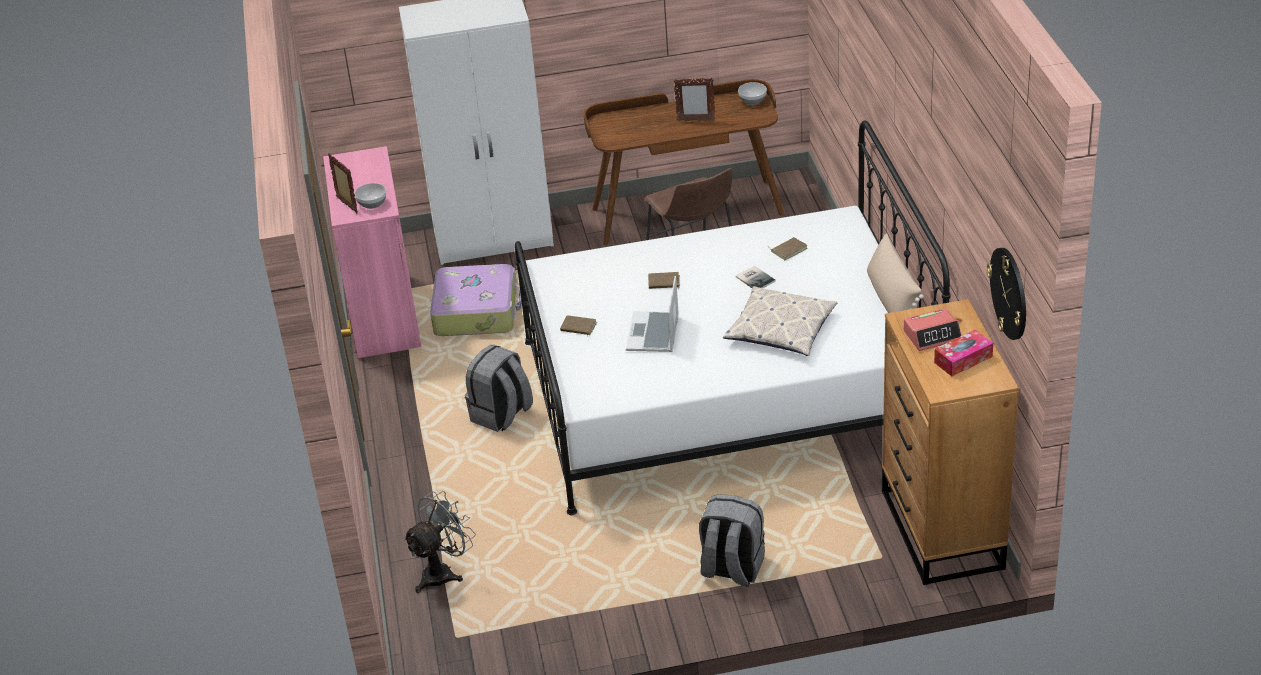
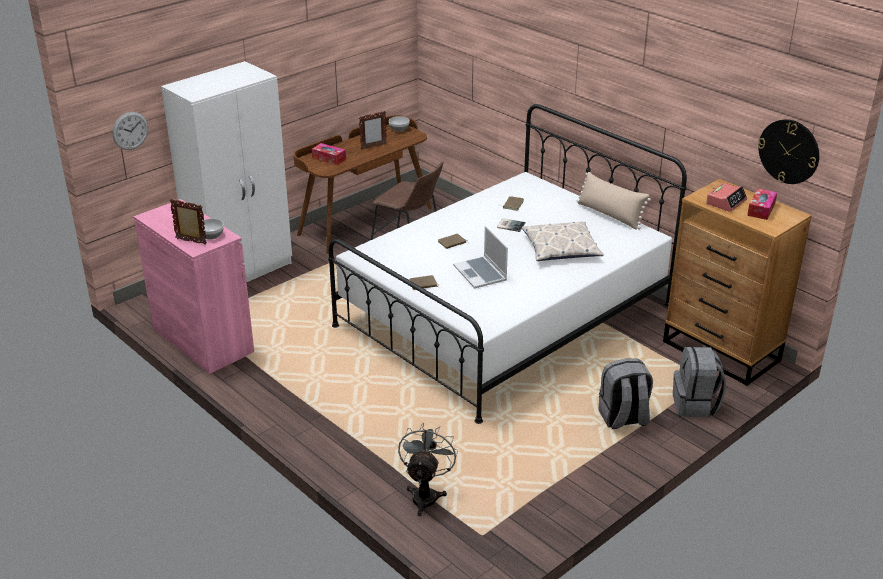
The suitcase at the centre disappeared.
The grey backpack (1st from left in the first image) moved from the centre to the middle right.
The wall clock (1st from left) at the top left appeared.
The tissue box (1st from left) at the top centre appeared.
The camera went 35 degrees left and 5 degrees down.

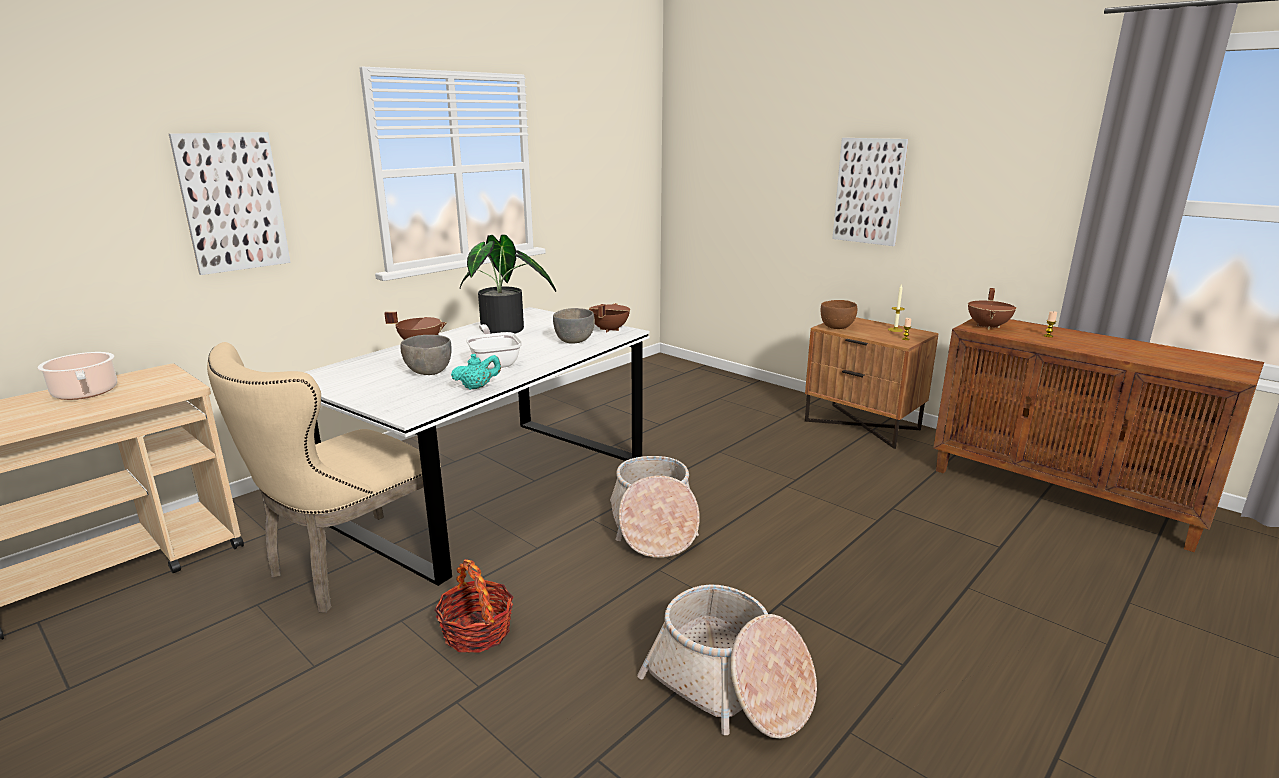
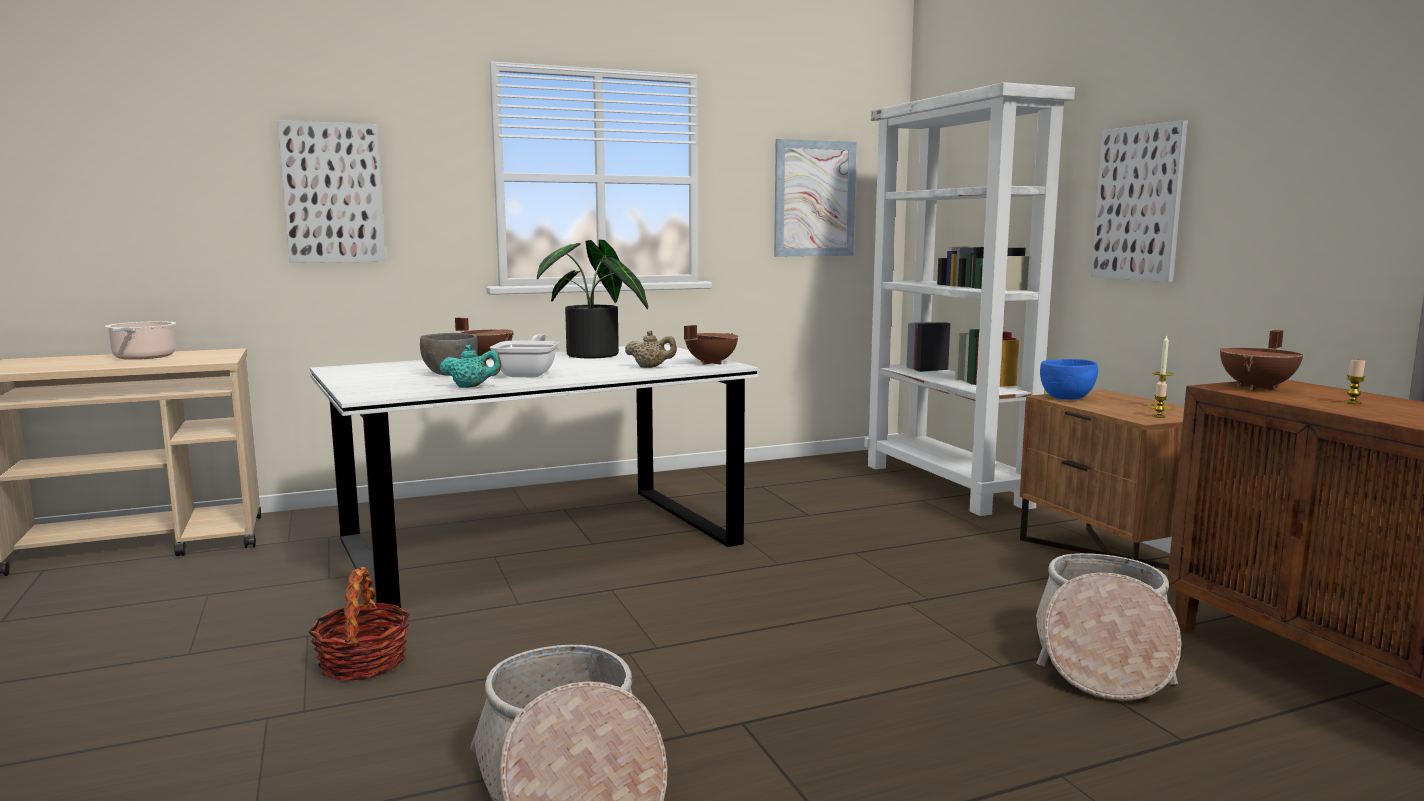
The brown bowl at the centre became the blue bowl at the middle right.
The grey bowl (2nd from left) at the centre was replaced by the beige teapot at the centre.
The beige chair at the middle left disappeared.
The basket (2nd from left in the first image) moved from the centre to the bottom right.
The white bookcase at the middle right appeared.
The picture (2nd from left) at the top centre appeared.
The camera went 25 degrees right and 10 degrees down.

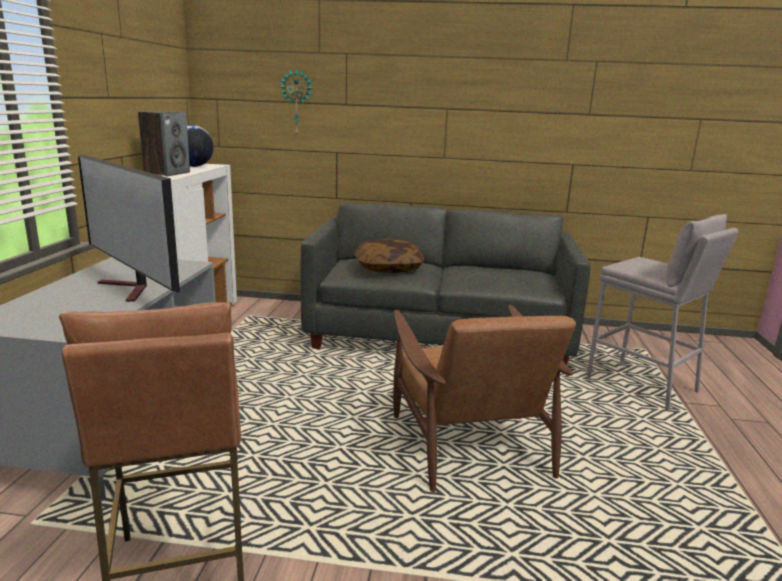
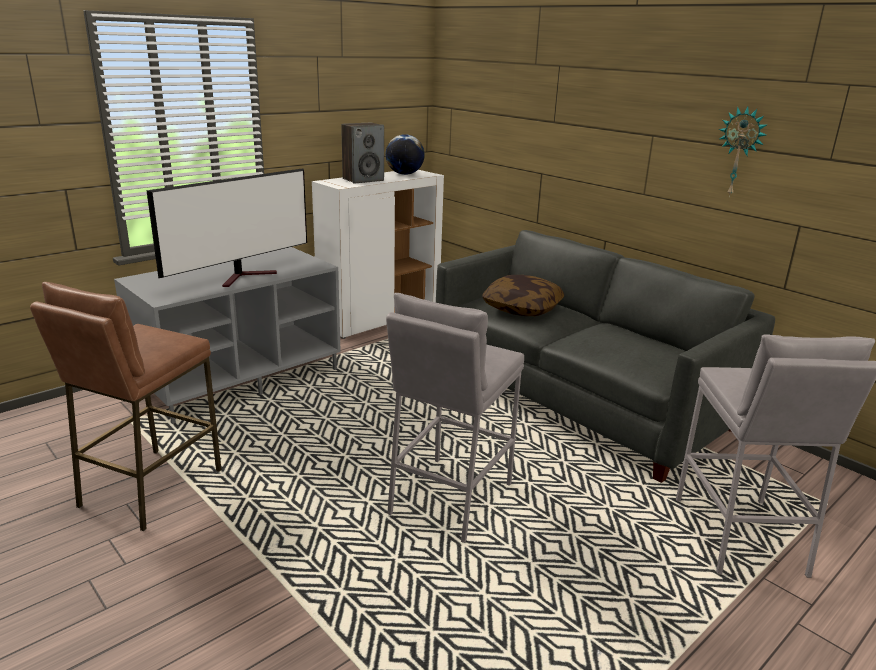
The wall clock moved from the top centre to the top right.
The television at the middle left turned 135 degrees counterclockwise.
The brown armchair at the bottom centre was replaced by the grey stool (1st from left) at the centre.
The camera went 40 degrees right and 5 degrees up.

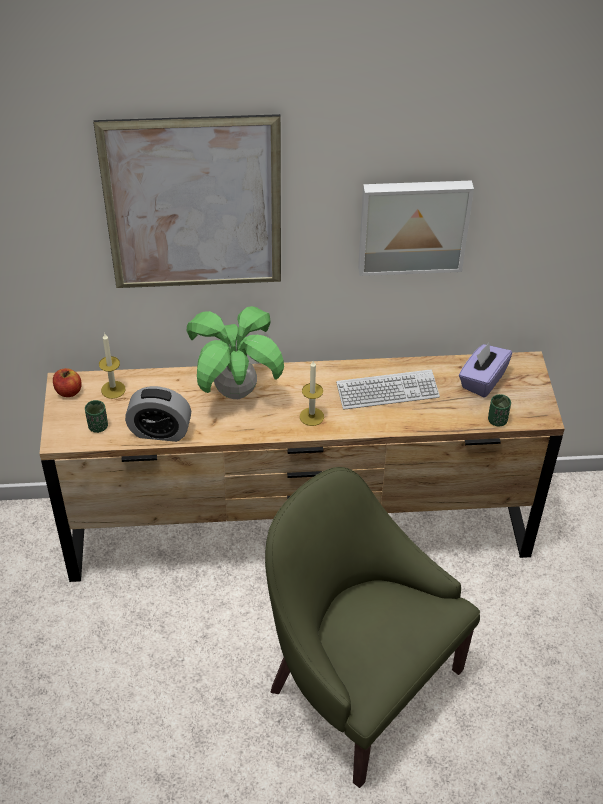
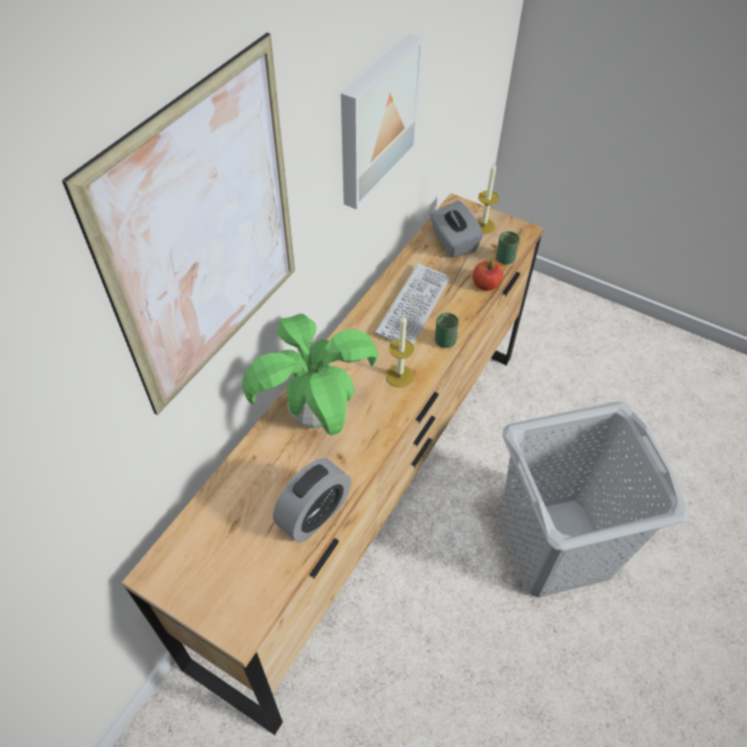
The candle (1st from left in the first image) moved from the middle left to the top centre.
The purple tissue box at the middle right became the grey tissue box at the top centre.
The apple moved from the middle left to the centre.
The green cup (1st from left) moved from the middle left to the centre.
The green armchair at the bottom centre was replaced by the grey laundry basket at the bottom right.
The camera went 55 degrees left and 5 degrees up.

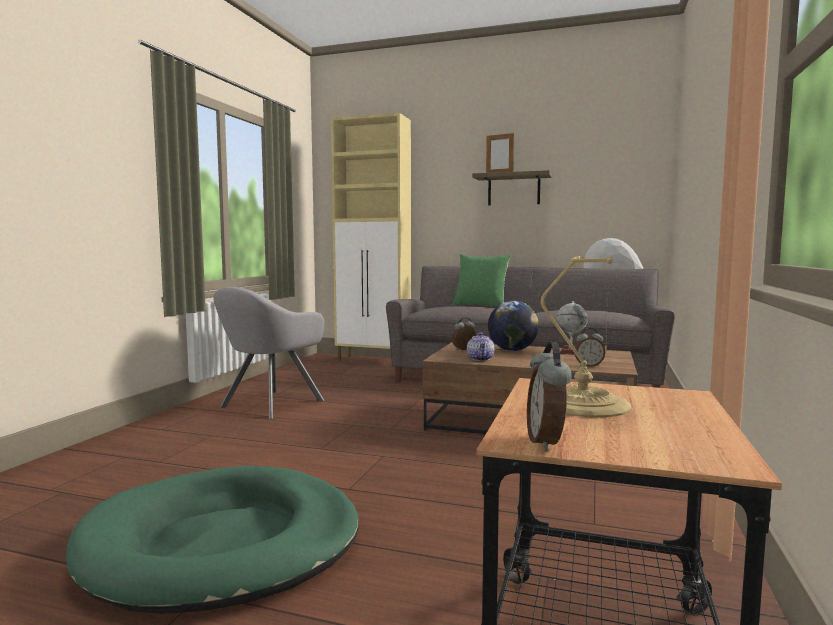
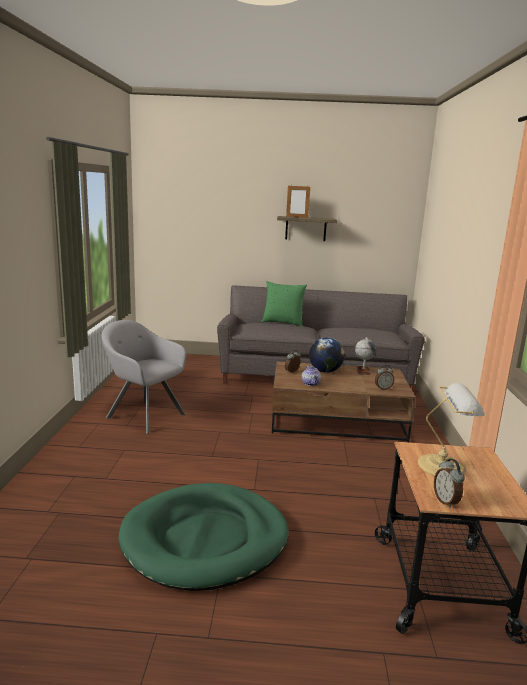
The beige cabinet at the centre disappeared.
The grey armchair at the middle left turned 105 degrees clockwise.
The camera went 15 degrees left and 10 degrees up.

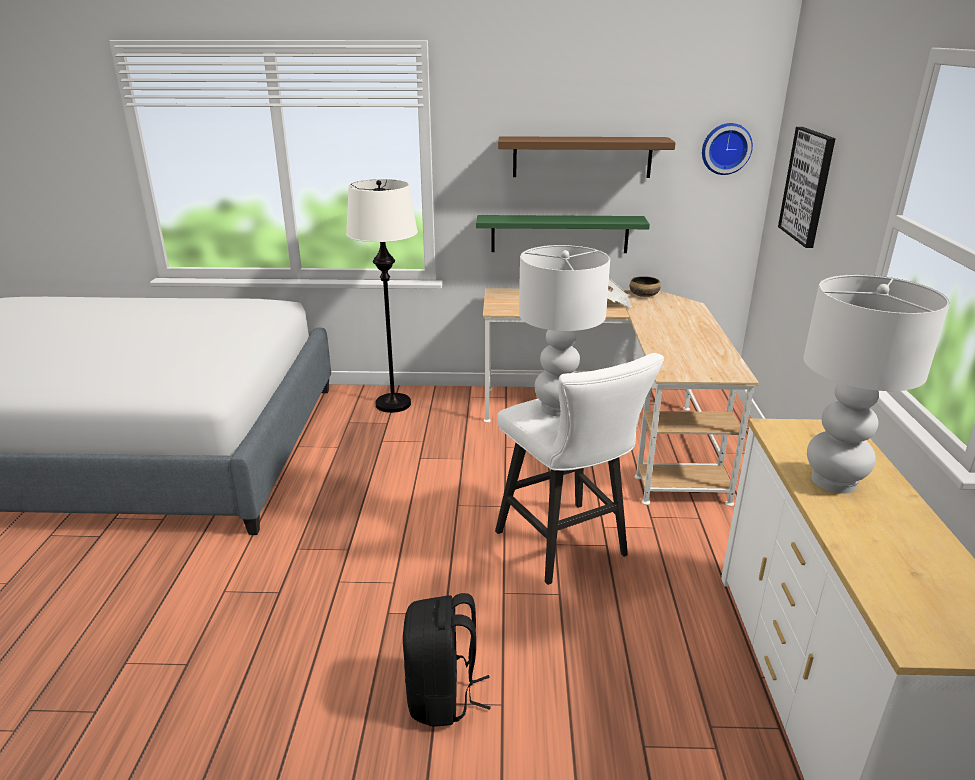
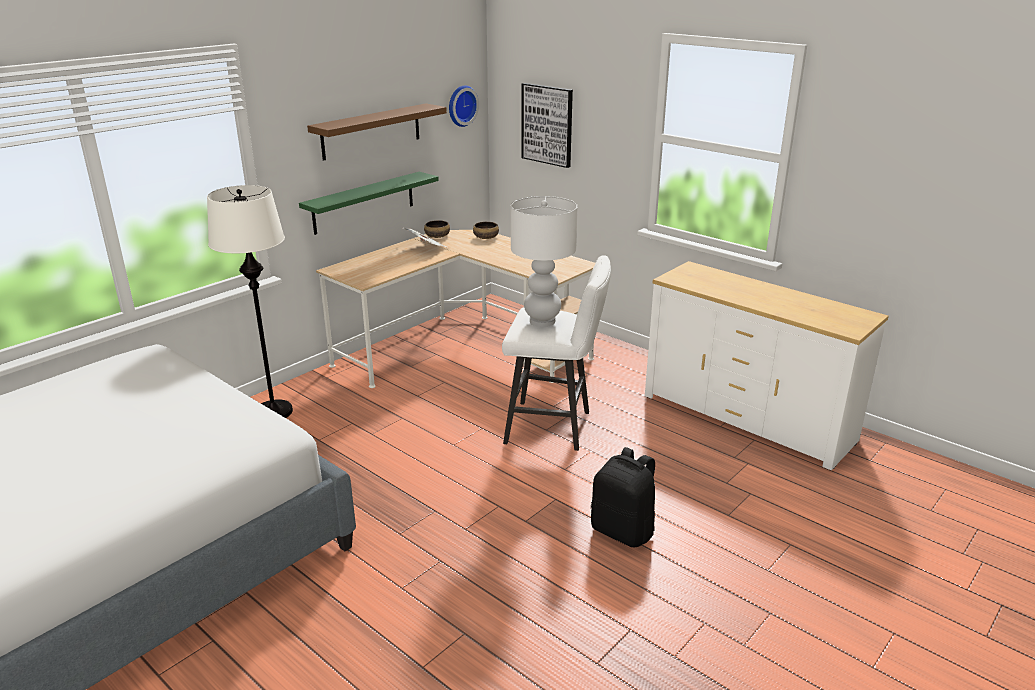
The white table lamp (2nd from left) at the middle right disappeared.
The bowl (2nd from left) at the centre appeared.
The camera went 50 degrees left and 0 degrees up.

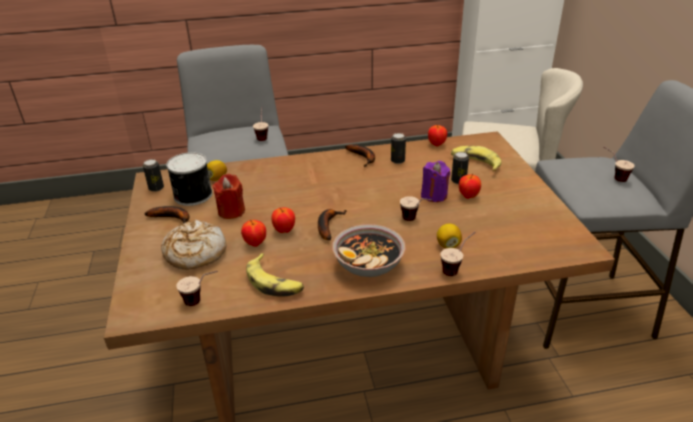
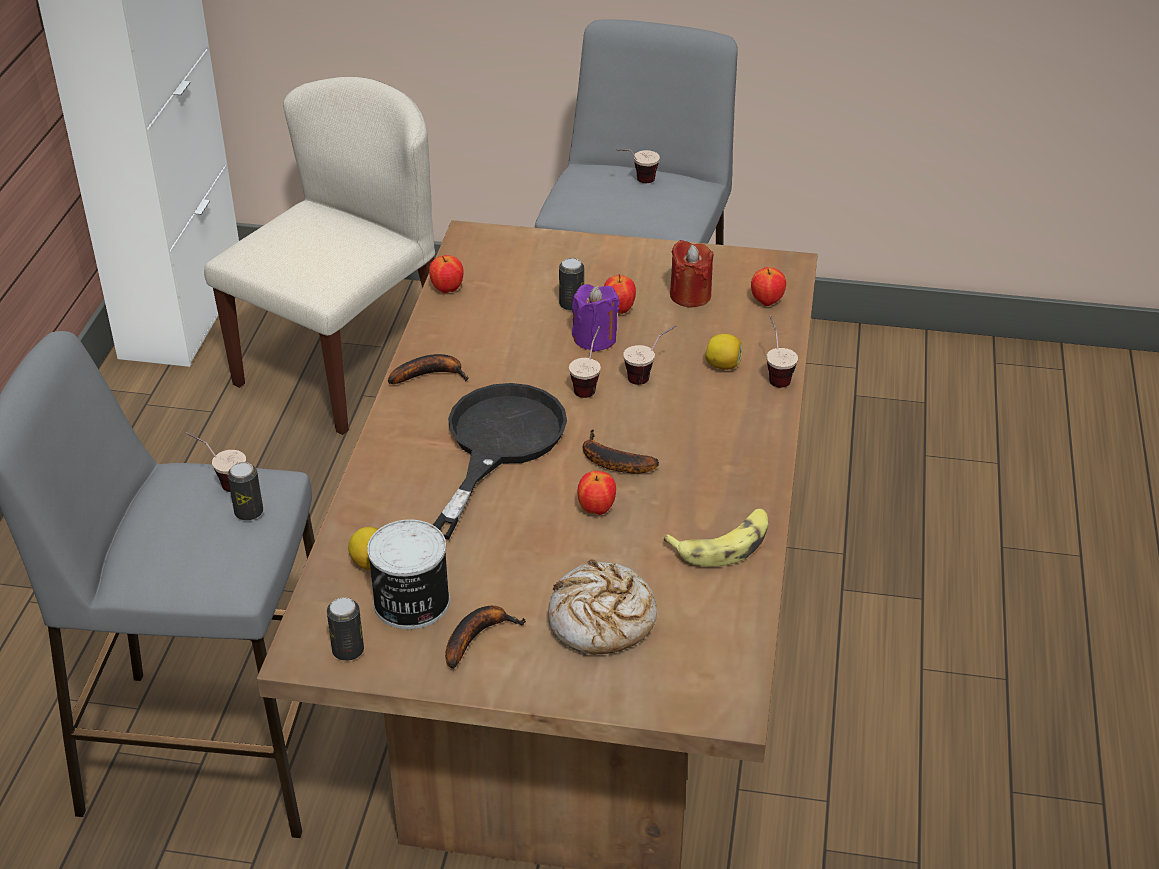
The can (3rd from left in the first image) moved from the centre to the middle left.
The banana (5th from left) at the middle right disappeared.
The red candle moved from the middle left to the top centre.
The apple (1st from left in the first image) moved from the centre to the top centre.
The bowl at the centre disappeared.
The cup (1st from left in the first image) moved from the bottom left to the centre.
The black frying pan at the centre appeared.
The camera went 70 degrees left and 5 degrees up.

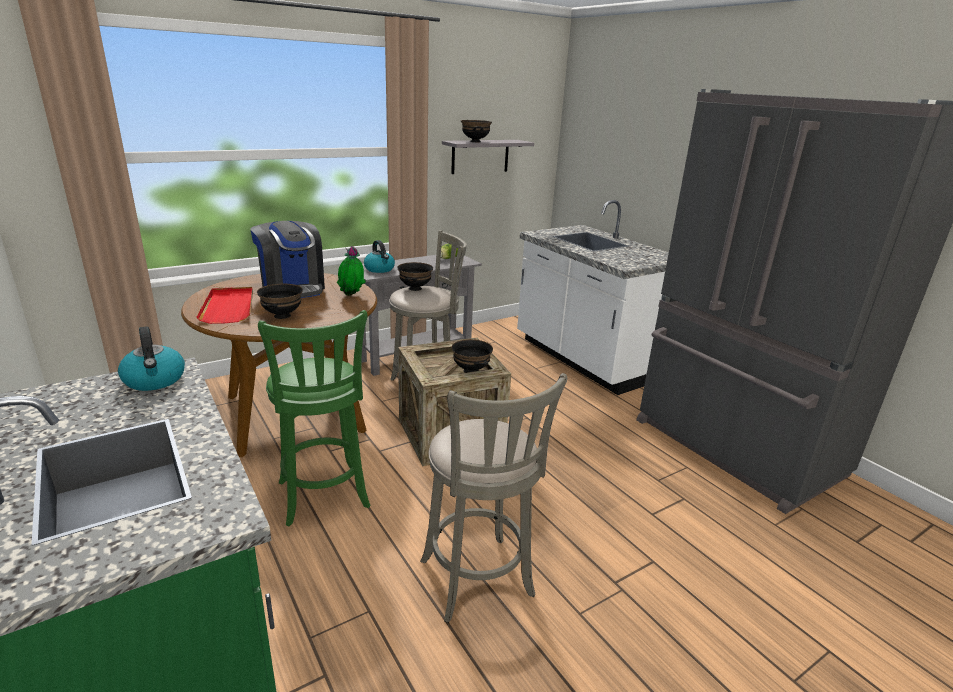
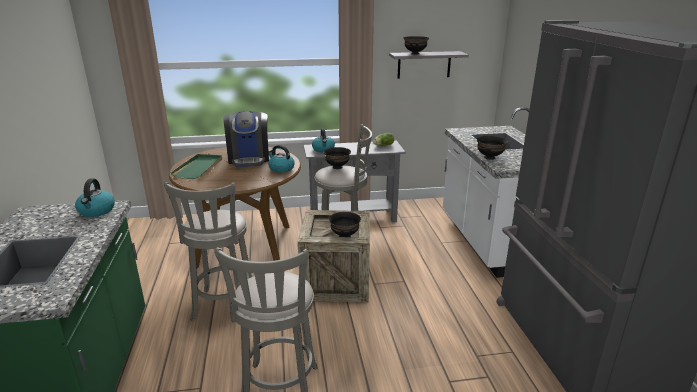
The potted plant at the centre was replaced by the kettle (2nd from left) at the centre.
The black bowl (1st from left in the first image) moved from the middle left to the middle right.
The red tray at the middle left became the green tray at the middle left.
The green stool at the middle left became the grey stool (1st from left) at the middle left.
The camera went 25 degrees right and 0 degrees up.

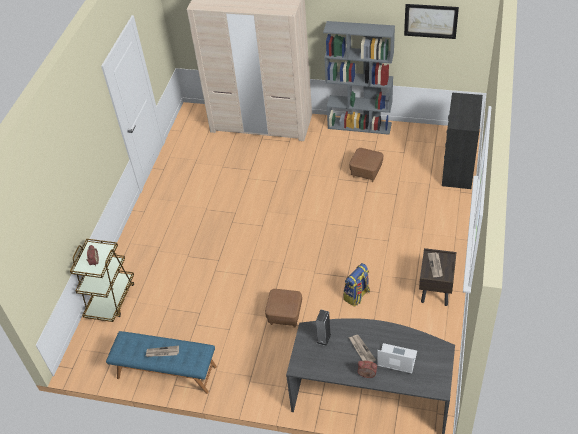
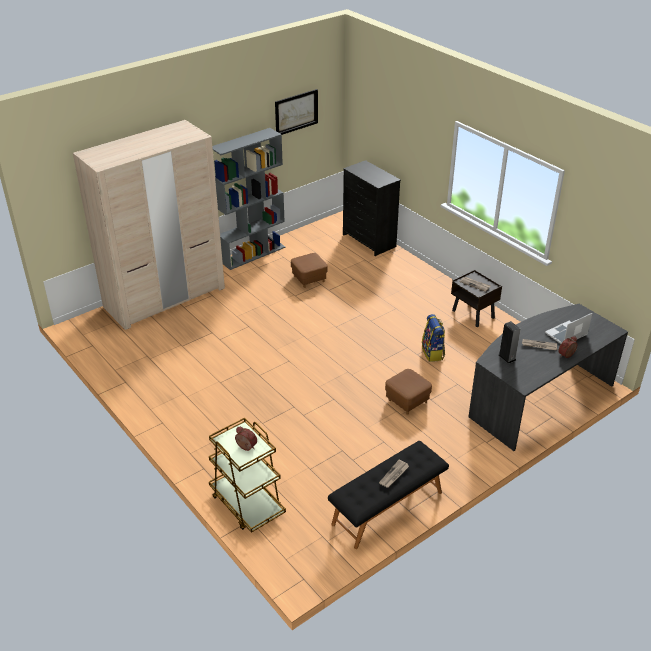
The blue bench at the bottom left became the black bench at the bottom centre.
The camera went 55 degrees left and 10 degrees down.

